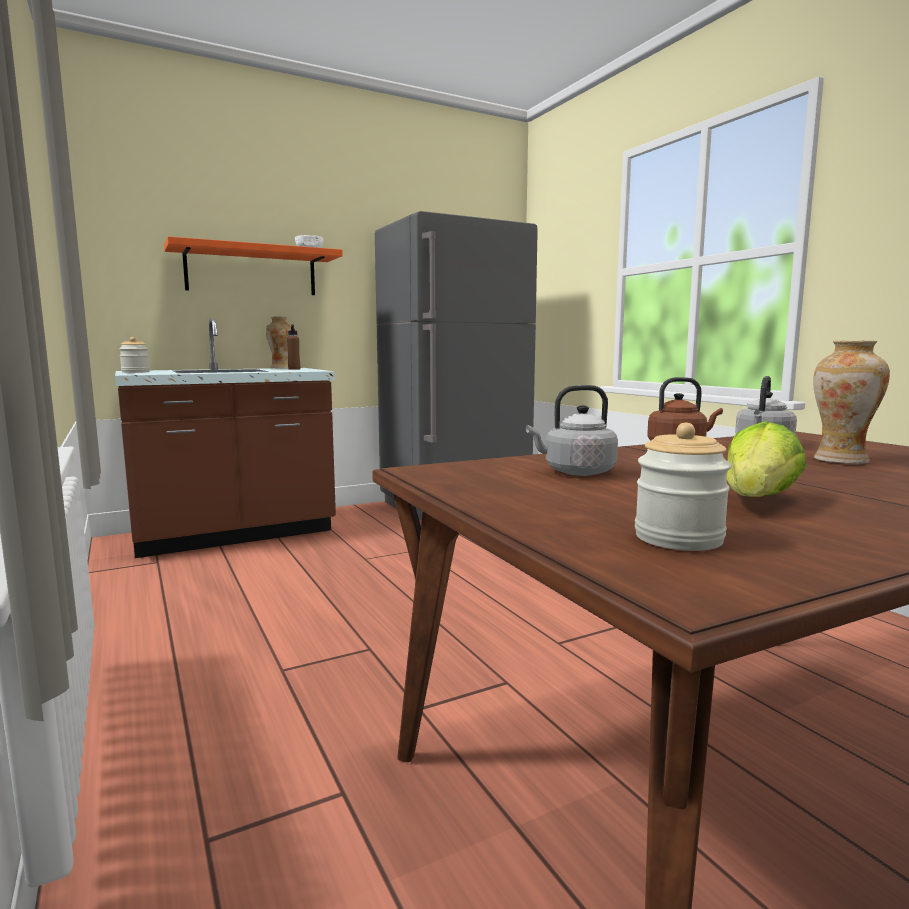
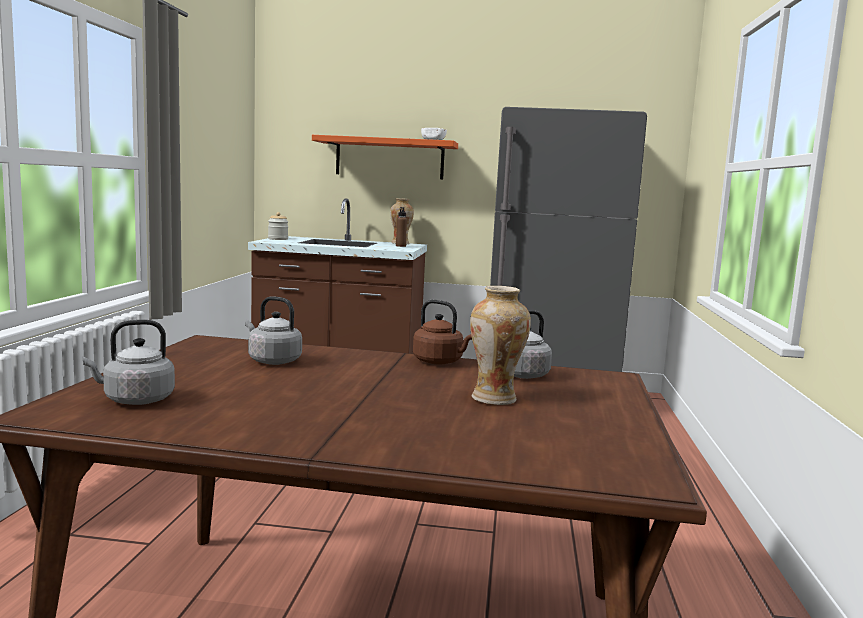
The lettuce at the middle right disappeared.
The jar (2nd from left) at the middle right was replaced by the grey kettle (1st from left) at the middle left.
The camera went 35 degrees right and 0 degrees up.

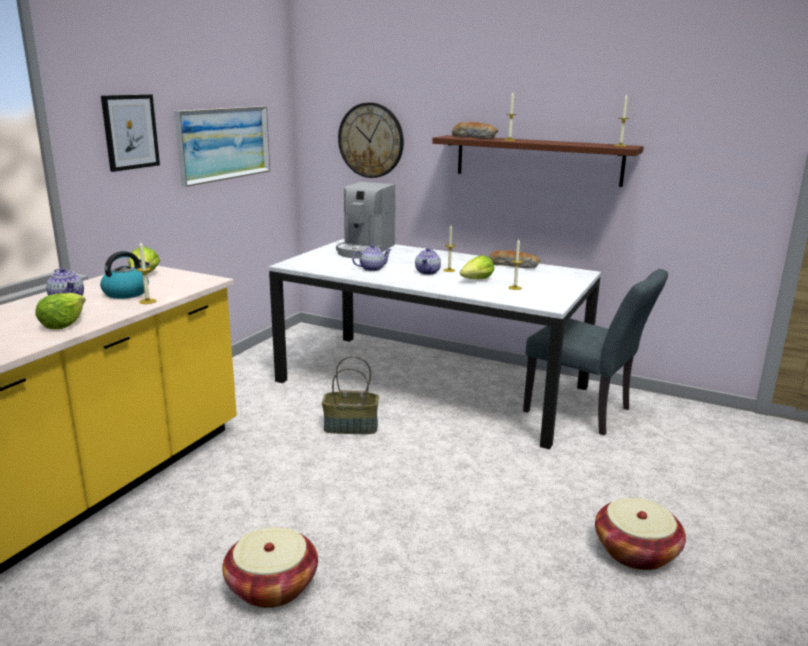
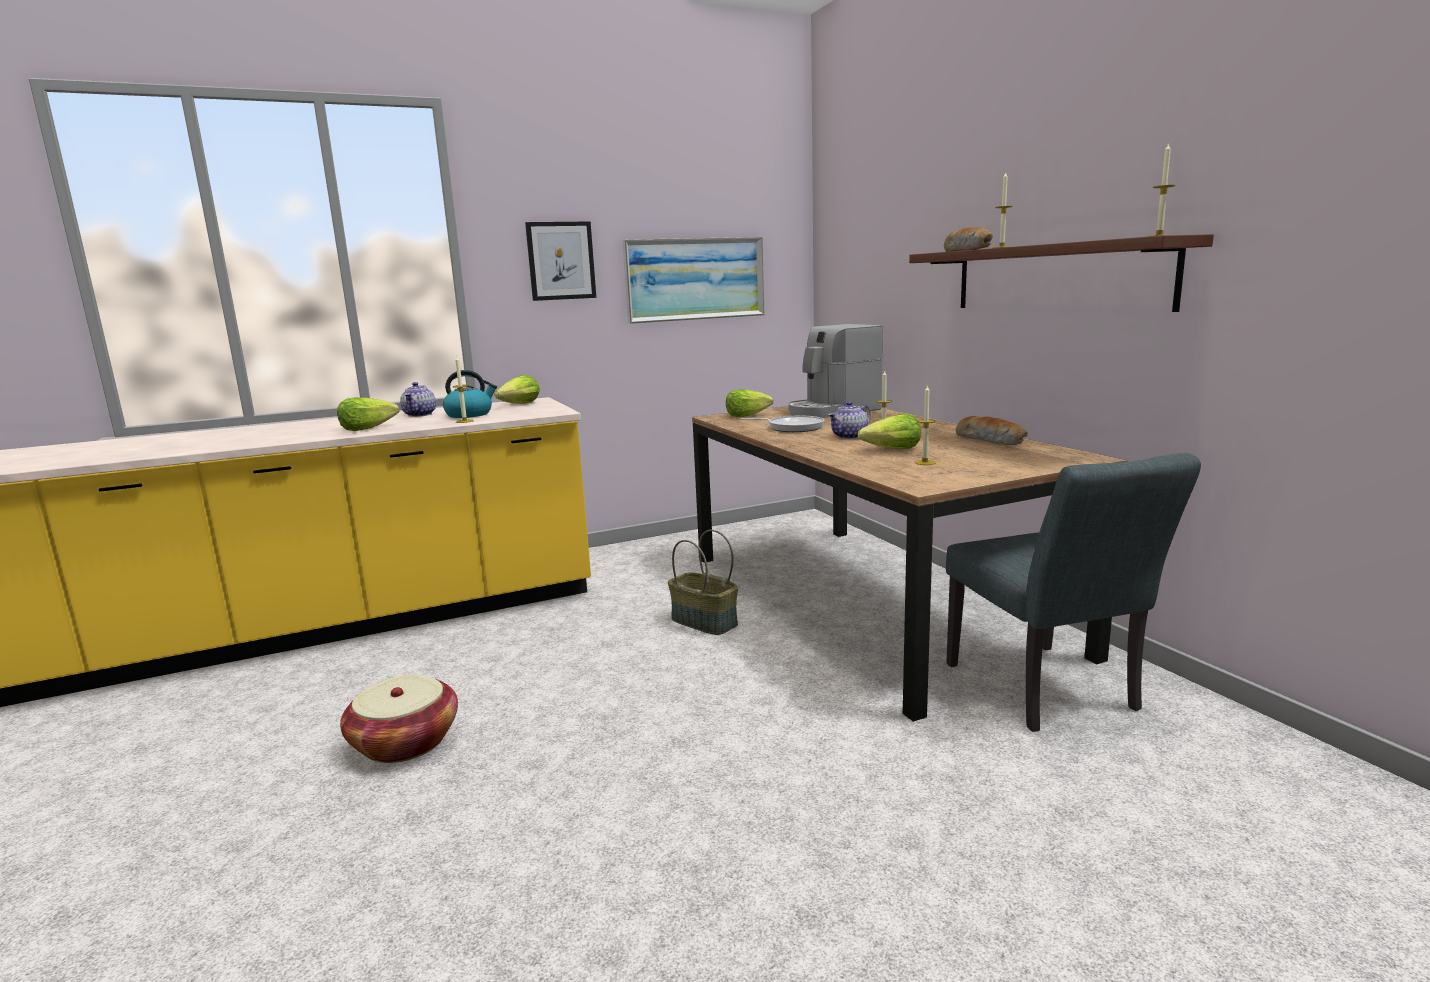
The wall clock at the top centre disappeared.
The white dining table at the centre became the brown dining table at the centre.
The teapot (2nd from left) at the centre was replaced by the frying pan at the centre.
The basket (3rd from left) at the bottom right disappeared.
The lettuce (3rd from left) at the centre appeared.
The camera went 40 degrees right and 5 degrees down.

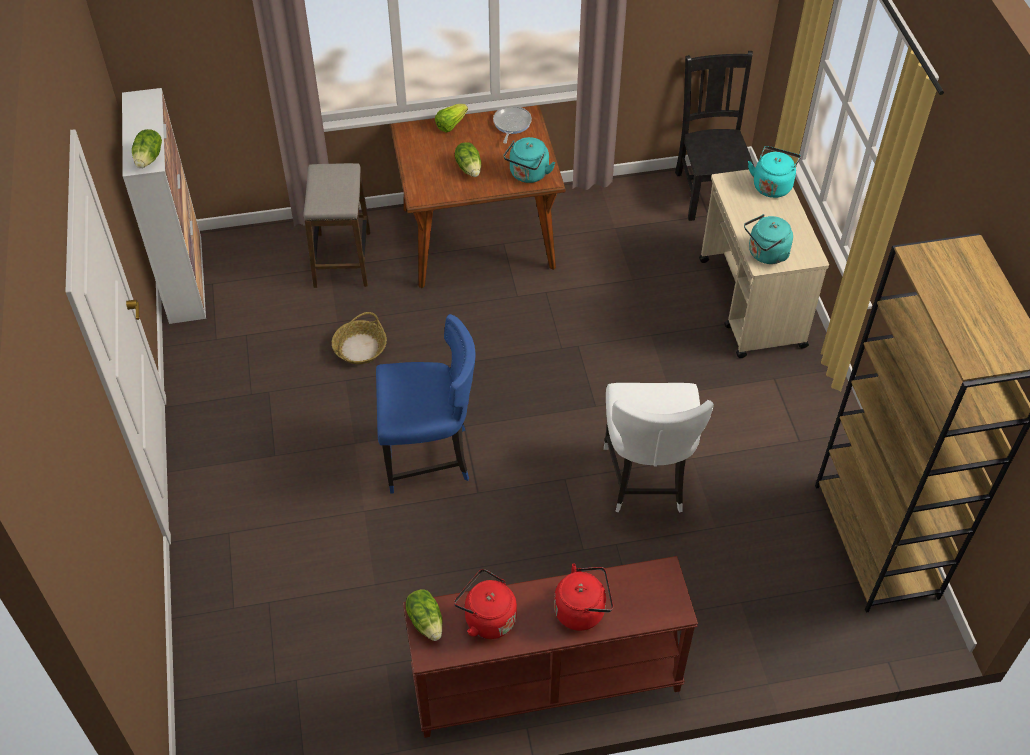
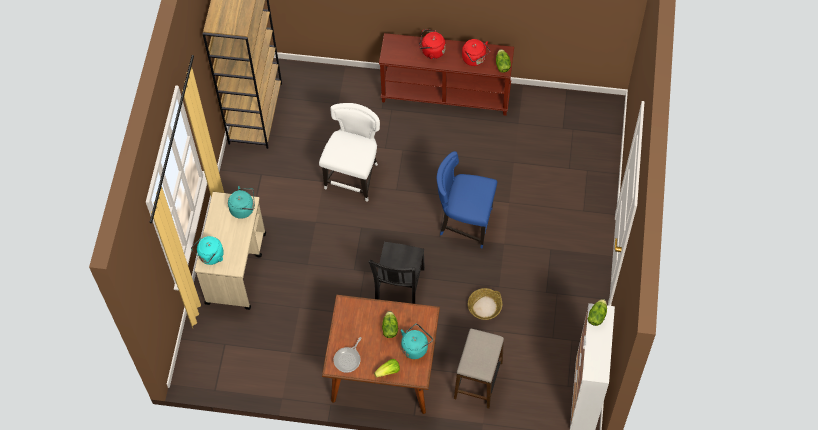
The black chair moved from the top right to the centre.
The turquoise kettle (1st from left in the first image) moved from the top centre to the bottom centre.
The camera went 160 degrees left and 10 degrees up.

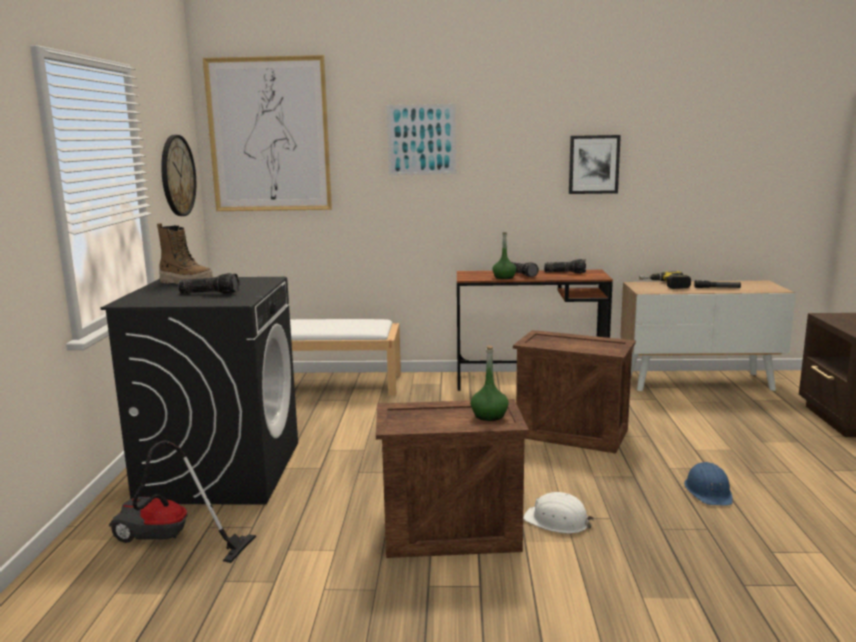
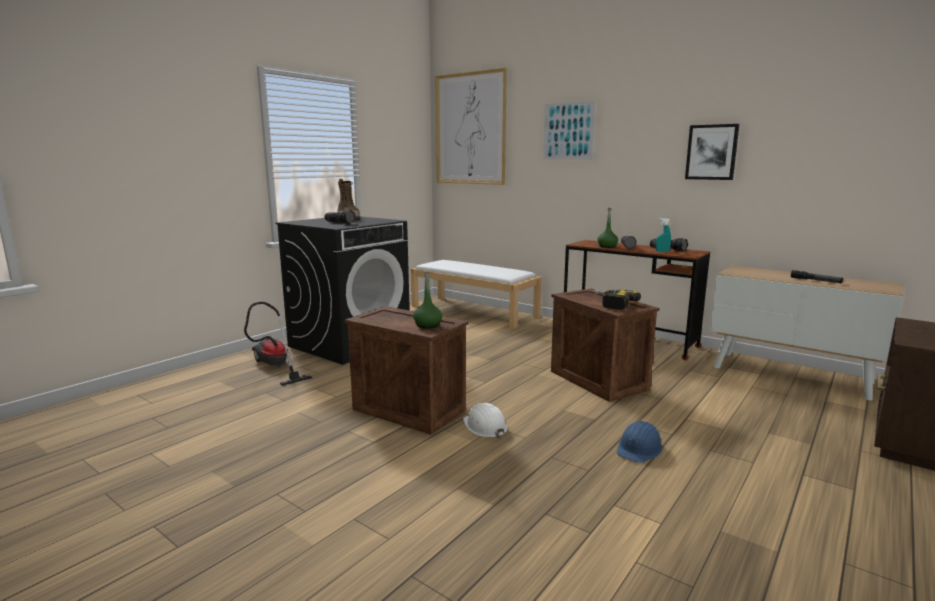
The wall clock at the top left disappeared.
The power drill moved from the middle right to the centre.
The turquoise spray bottle at the middle right appeared.
The camera went 35 degrees right and 0 degrees up.

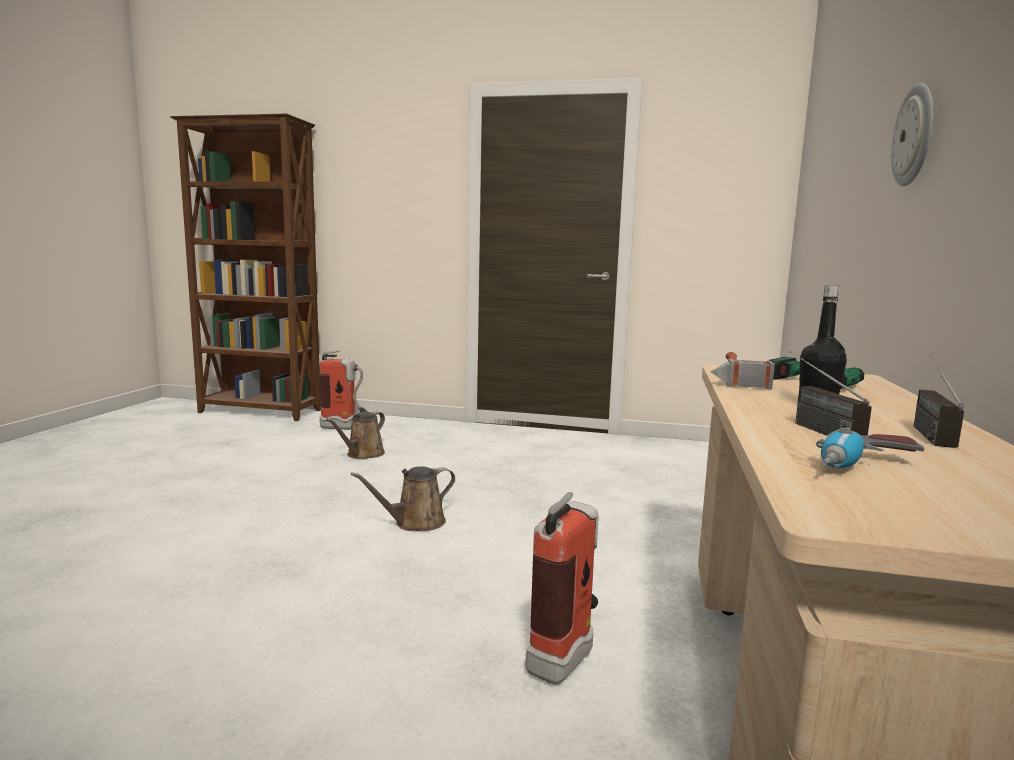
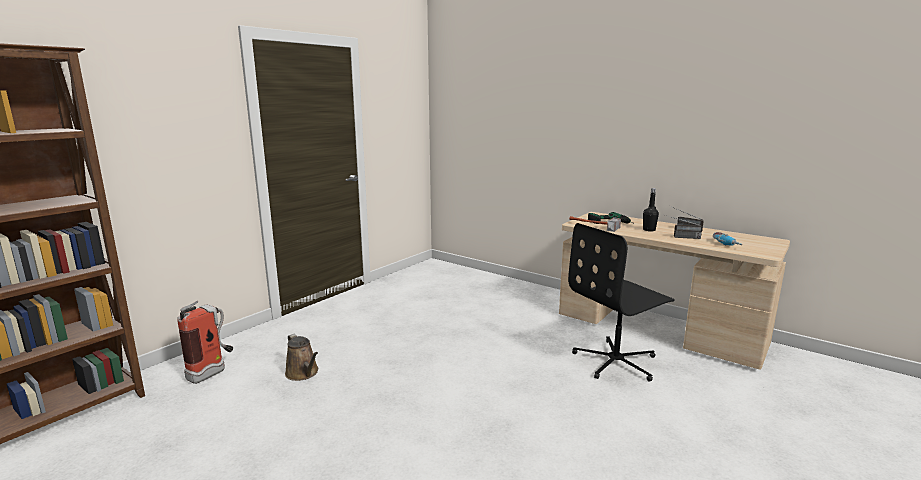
The wall clock at the top right disappeared.
The brown watering can (2nd from left) at the centre disappeared.
The fire extinguisher (2nd from left) at the bottom centre was replaced by the black office chair at the middle right.
The camera went 65 degrees left and 5 degrees up.

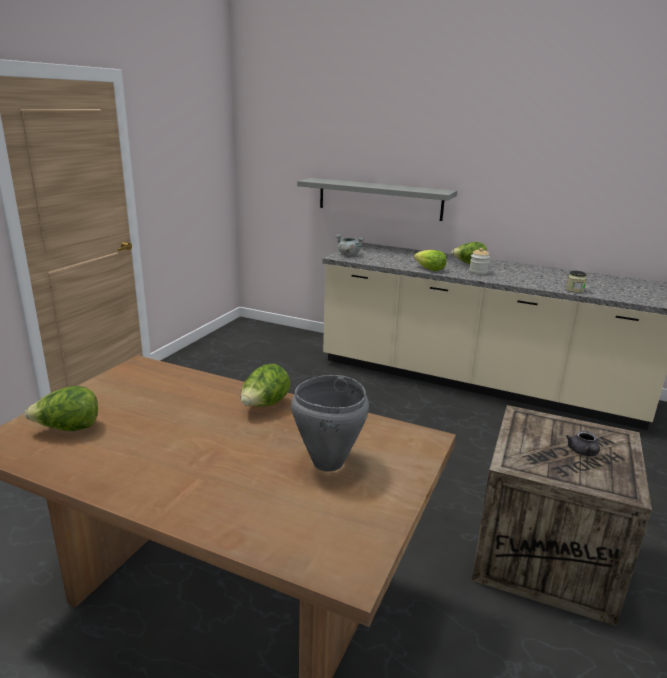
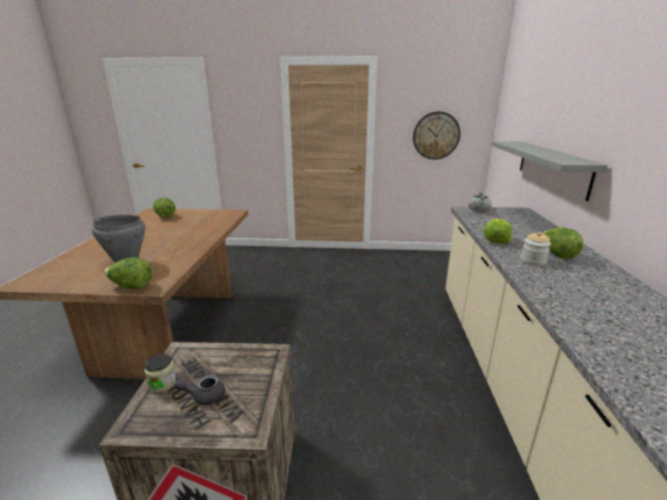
The jar (2nd from left in the first image) moved from the middle right to the bottom left.
The lettuce (2nd from left in the first image) moved from the centre to the middle left.
The wall clock at the top centre appeared.
The camera went 70 degrees right and 0 degrees up.

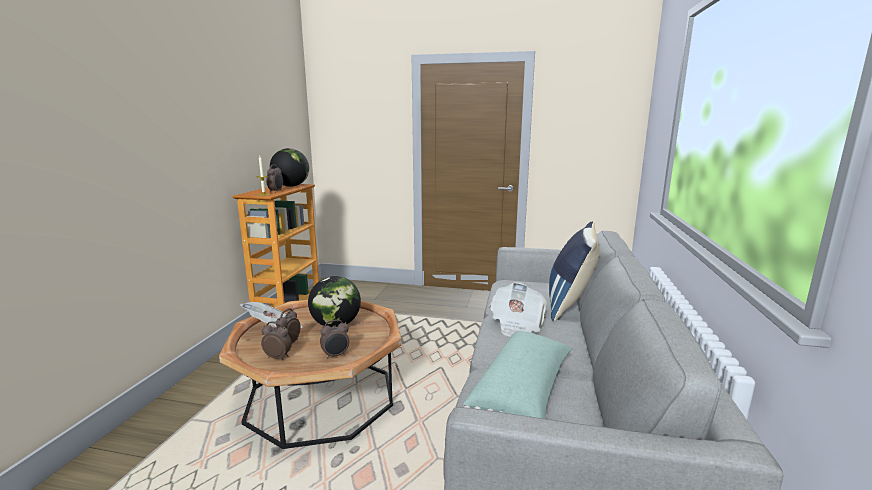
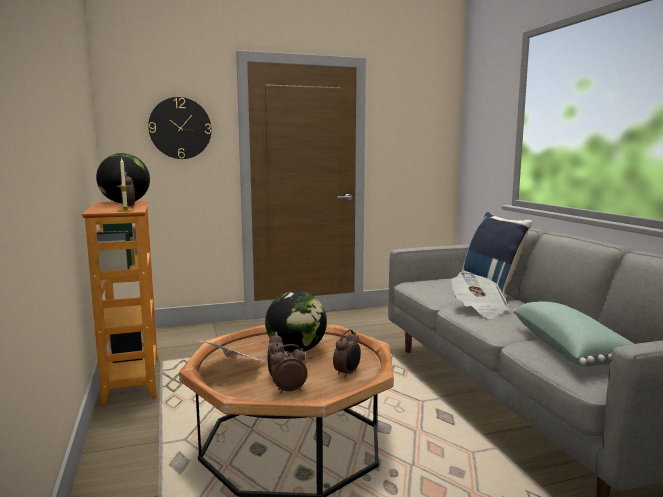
The wall clock at the top left appeared.
The camera went 30 degrees left and 5 degrees down.

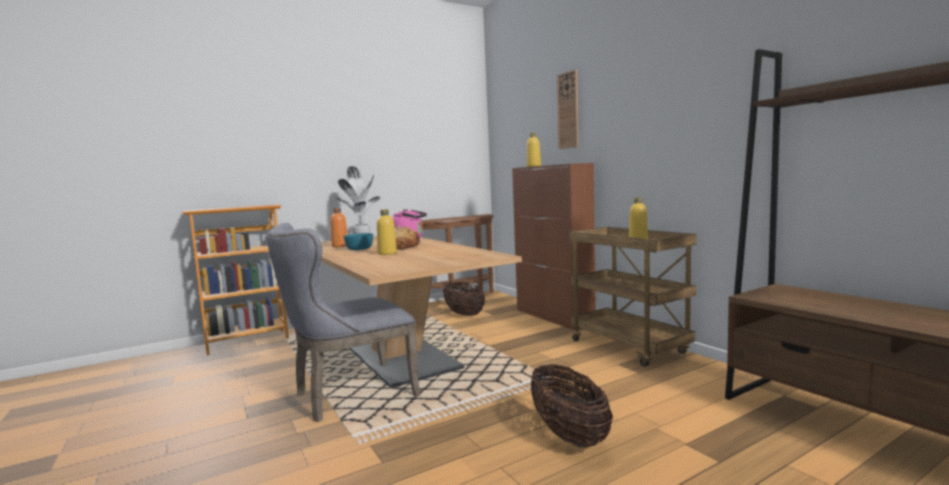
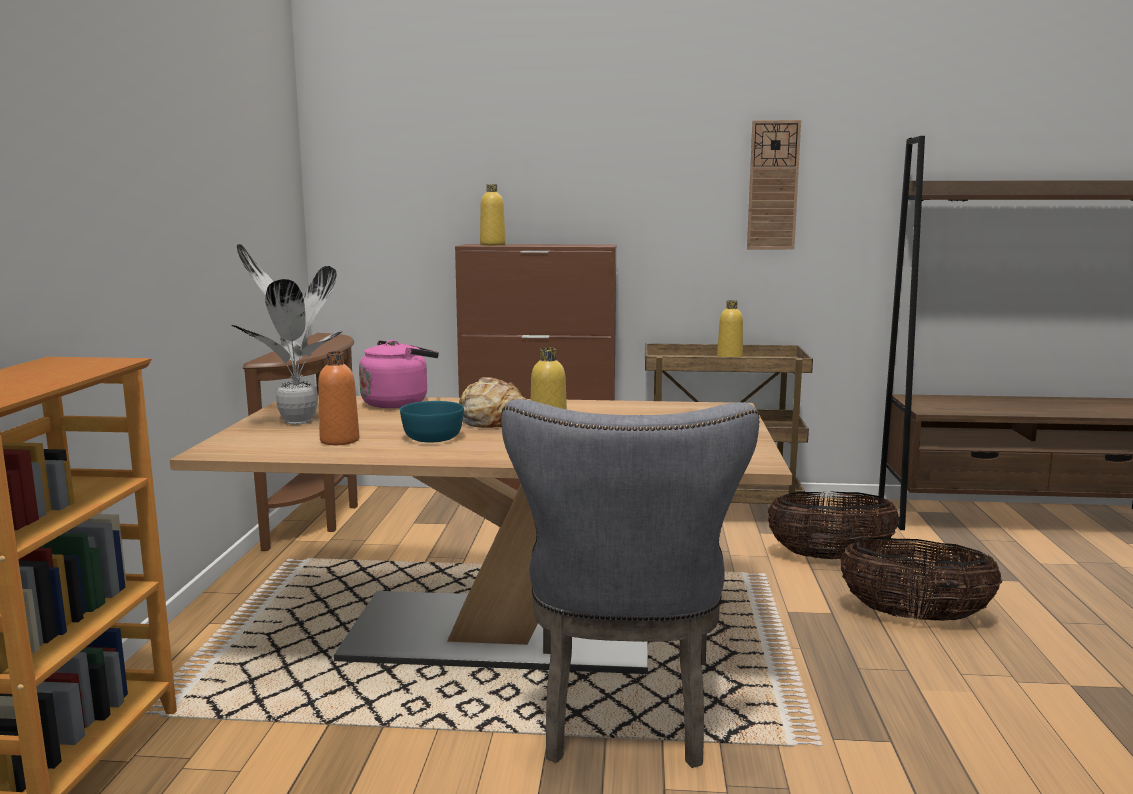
The wall clock moved from the top centre to the top right.
The basket (1st from left) moved from the centre to the middle right.
The camera went 55 degrees left and 5 degrees up.

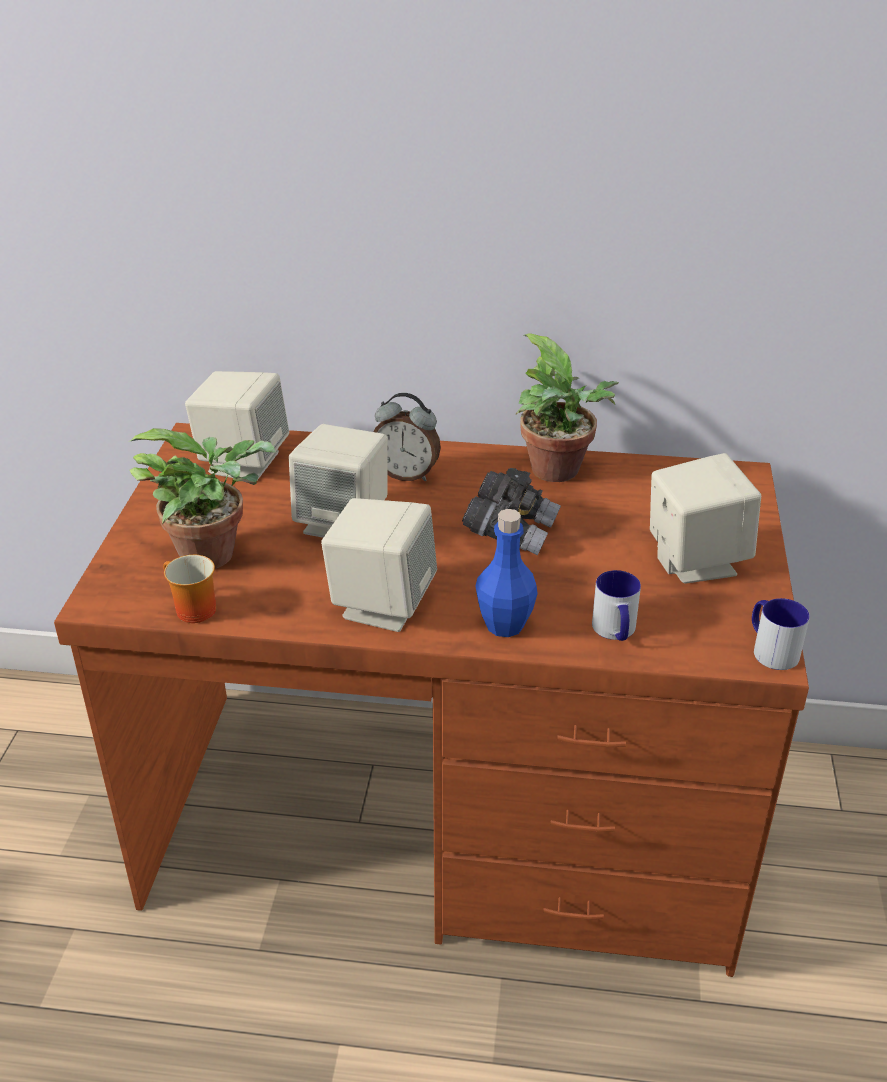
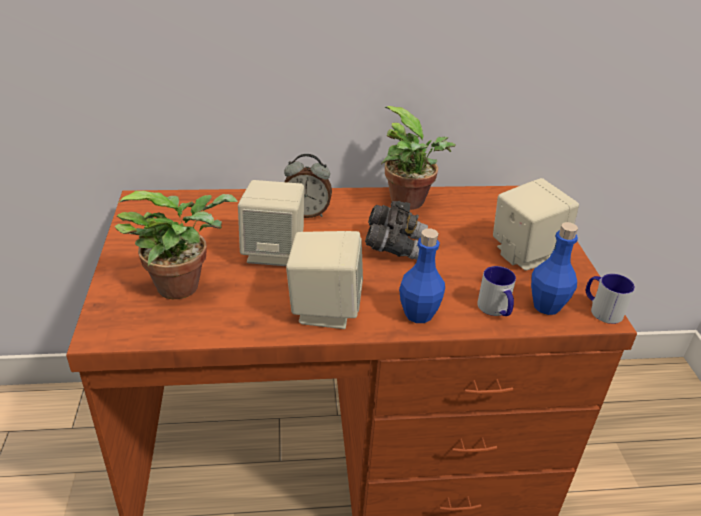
The beige speaker (1st from left) at the middle left disappeared.
The mug (1st from left) at the middle left disappeared.
The blue bottle (2nd from left) at the middle right appeared.
The camera went 15 degrees left and 0 degrees up.

